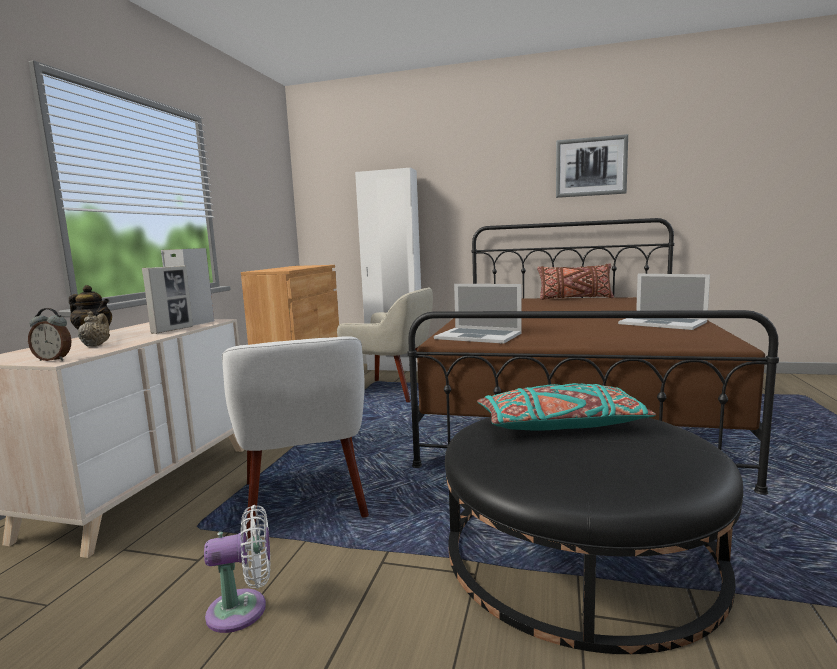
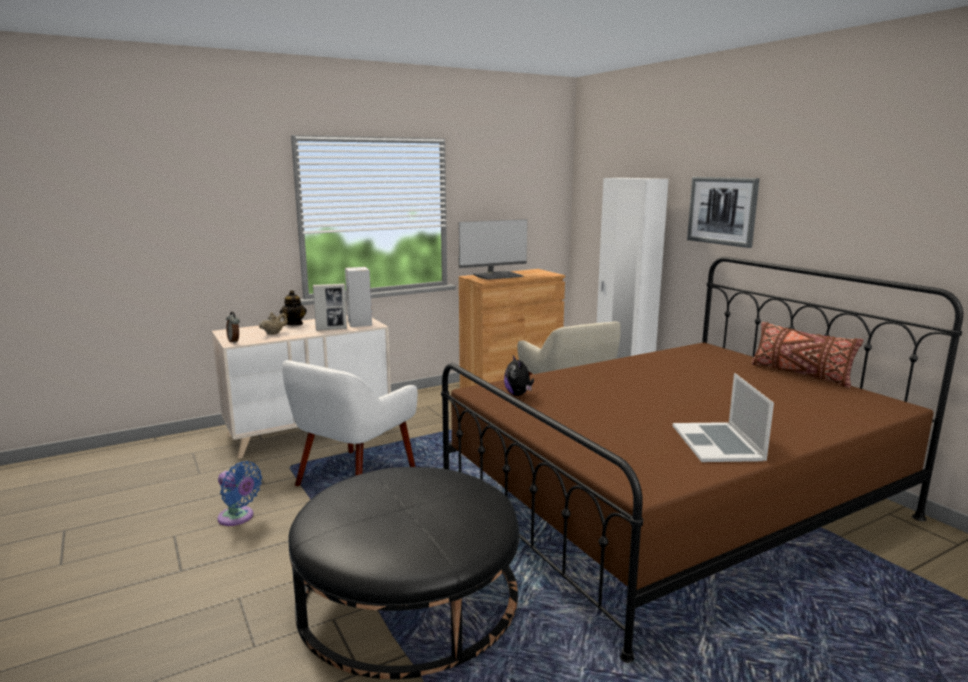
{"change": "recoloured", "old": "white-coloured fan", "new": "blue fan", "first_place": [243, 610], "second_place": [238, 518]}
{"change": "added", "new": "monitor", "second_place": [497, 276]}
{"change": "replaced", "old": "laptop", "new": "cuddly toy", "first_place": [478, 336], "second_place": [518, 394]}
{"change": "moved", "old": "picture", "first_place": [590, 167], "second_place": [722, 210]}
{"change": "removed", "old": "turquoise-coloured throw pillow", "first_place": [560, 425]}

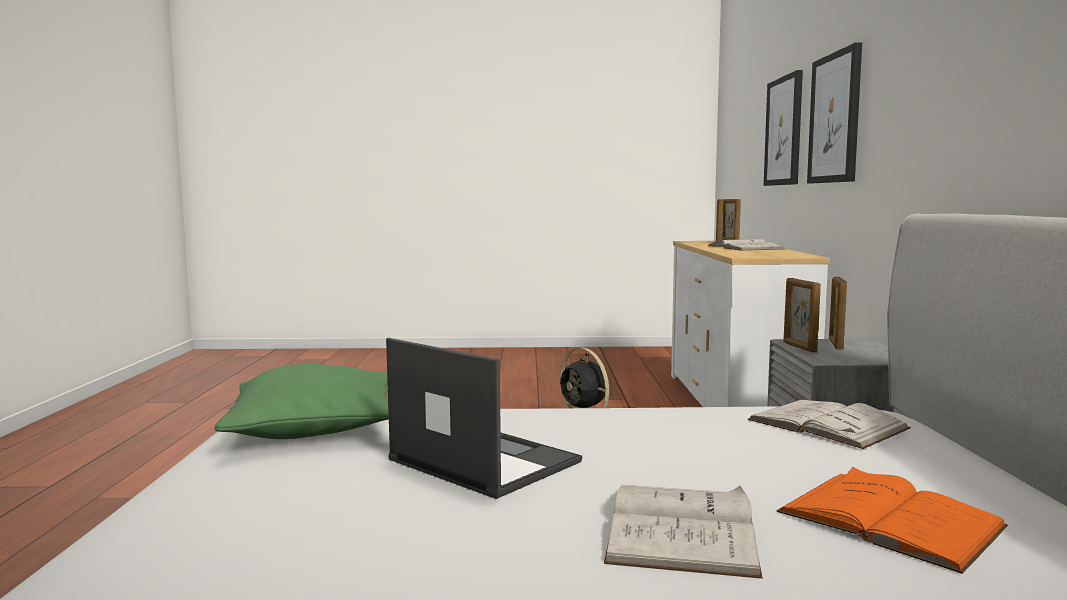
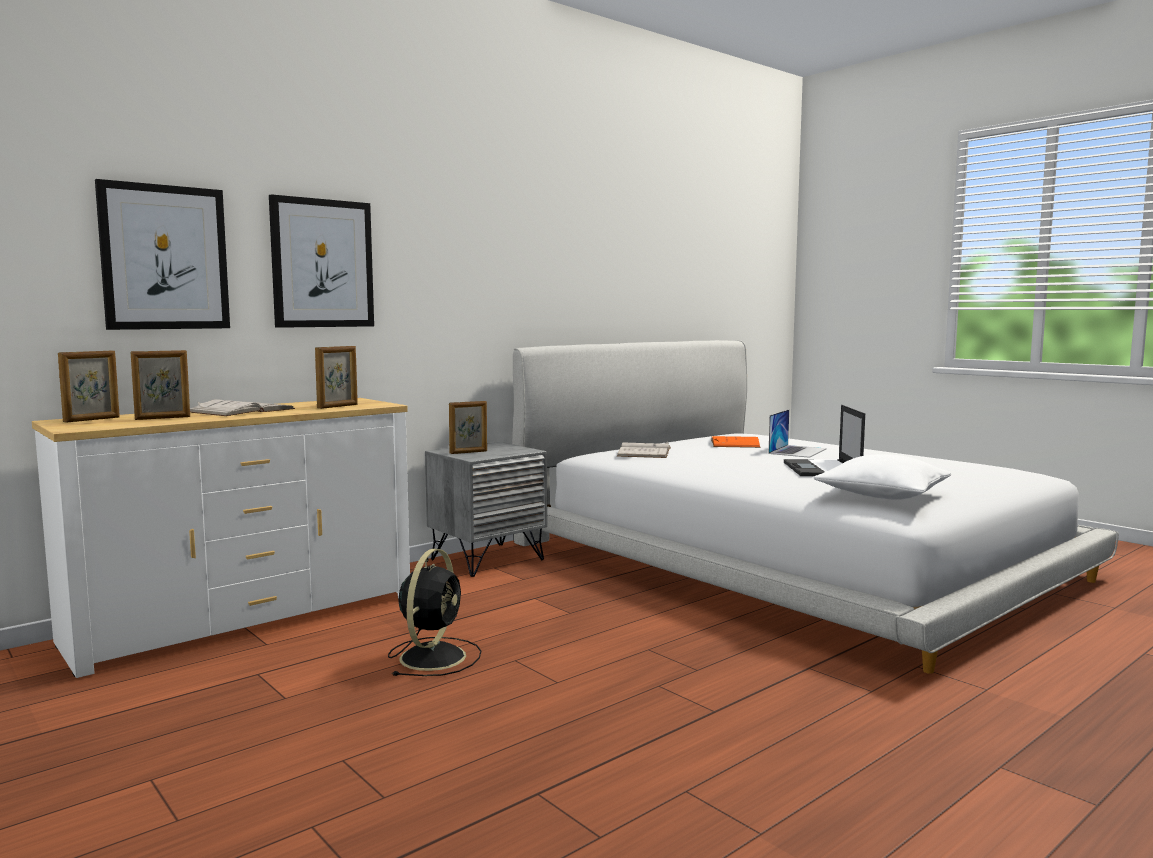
{"change": "moved", "old": "standing frame", "first_place": [799, 347], "second_place": [338, 406]}
{"change": "replaced", "old": "white-coloured volume", "new": "laptop", "first_place": [681, 528], "second_place": [797, 451]}
{"change": "recoloured", "old": "greenish throw pillow", "new": "white-coloured throw pillow", "first_place": [314, 428], "second_place": [882, 495]}

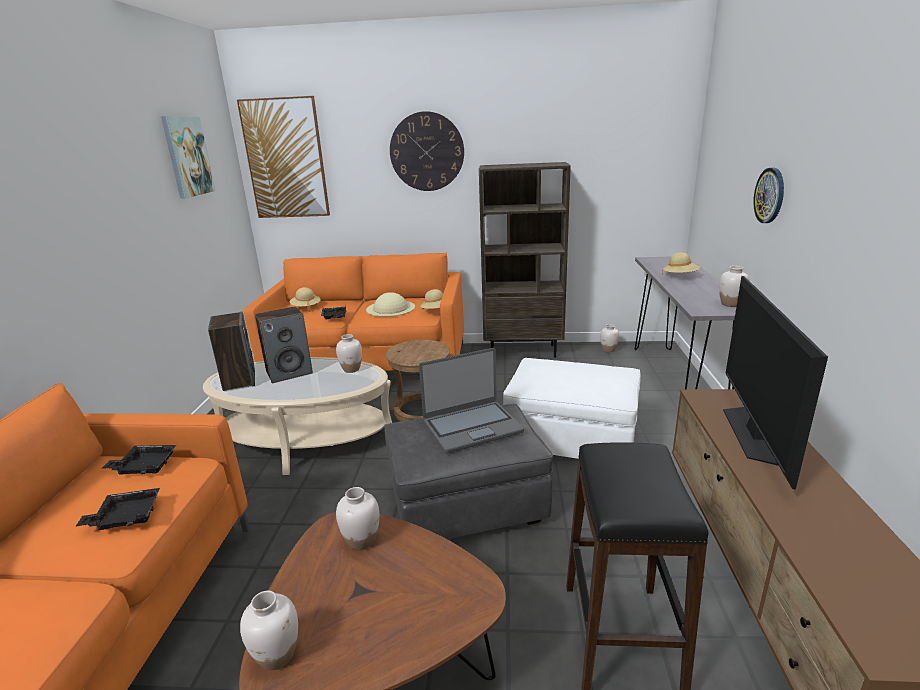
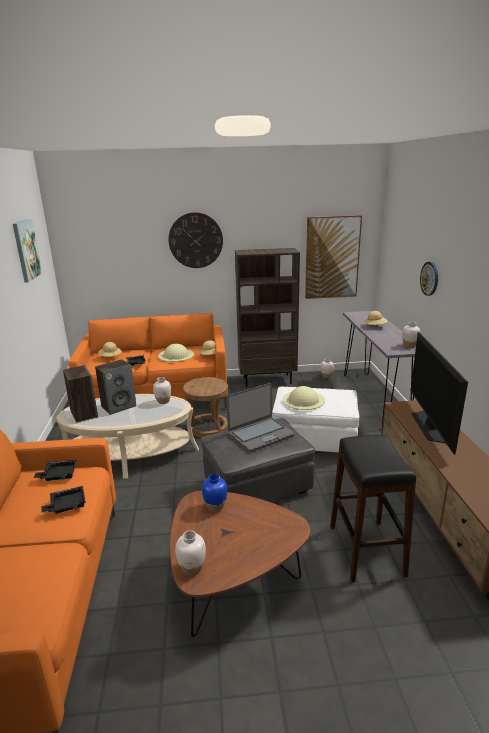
{"change": "recoloured", "old": "white-coloured vase", "new": "blue vase", "first_place": [361, 541], "second_place": [215, 506]}
{"change": "added", "new": "sand-coloured wearable hat", "second_place": [303, 400]}
{"change": "moved", "old": "picture", "first_place": [285, 159], "second_place": [332, 257]}

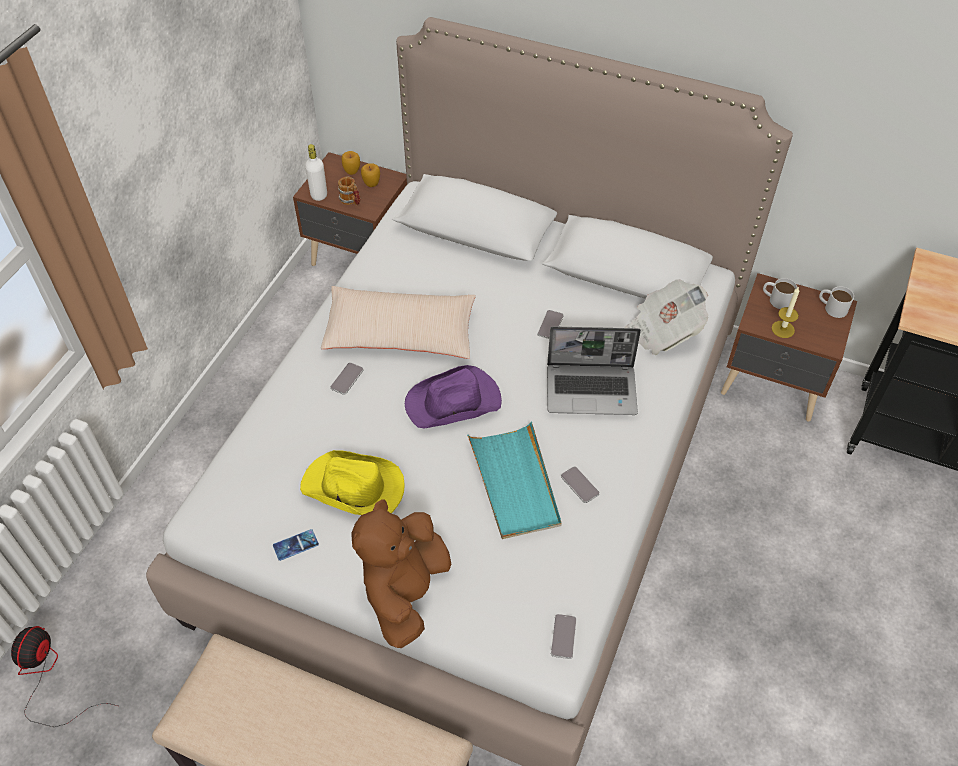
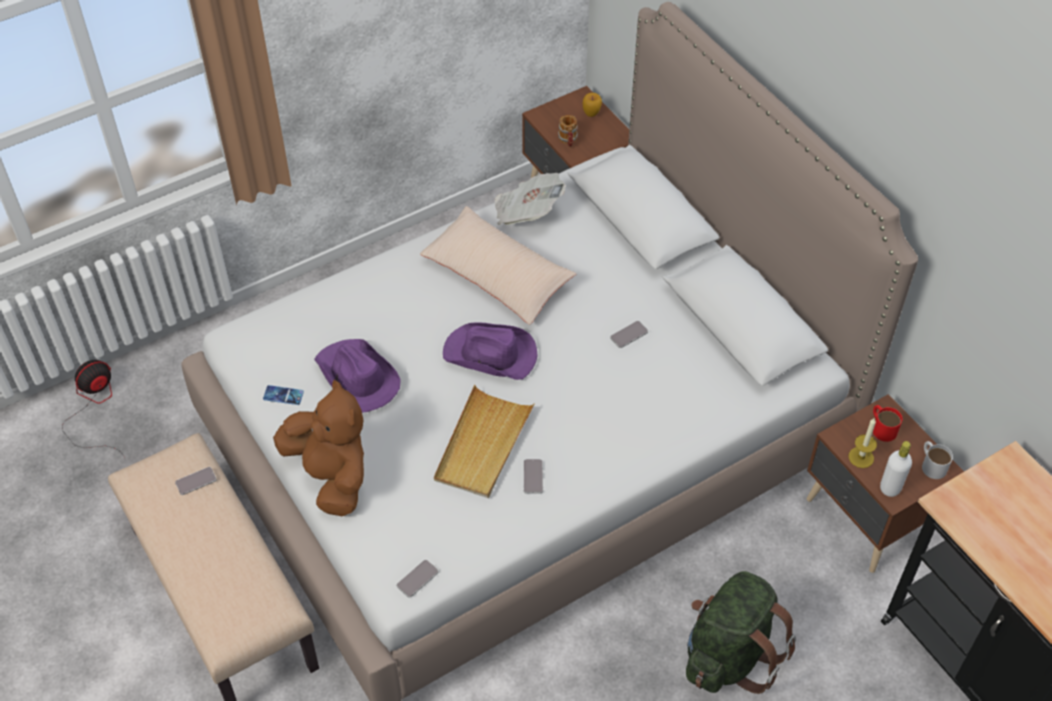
{"change": "moved", "old": "handset", "first_place": [347, 379], "second_place": [196, 481]}
{"change": "turned", "old": "brownish cuddly toy", "first_place": [405, 592], "second_place": [331, 476], "degrees": 90}
{"change": "recoloured", "old": "yellow-coloured wearable hat", "new": "purple-coloured wearable hat", "first_place": [354, 488], "second_place": [357, 377]}
{"change": "recoloured", "old": "turquoise-coloured serving tray", "new": "sand-coloured serving tray", "first_place": [515, 483], "second_place": [483, 445]}
{"change": "moved", "old": "newspaper", "first_place": [662, 330], "second_place": [527, 212]}
{"change": "added", "new": "greenish backpack", "second_place": [729, 655]}
{"change": "recoloured", "old": "white-coloured mug", "new": "red mug", "first_place": [776, 299], "second_place": [882, 427]}
{"change": "moved", "old": "white-coloured beverage bottle", "first_place": [319, 195], "second_place": [890, 488]}
{"change": "removed", "old": "whole apple", "first_place": [371, 183]}
{"change": "removed", "old": "laptop", "first_place": [592, 390]}

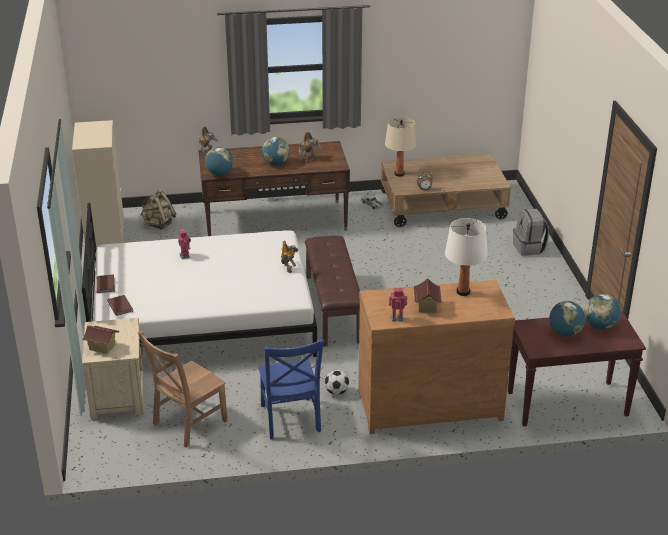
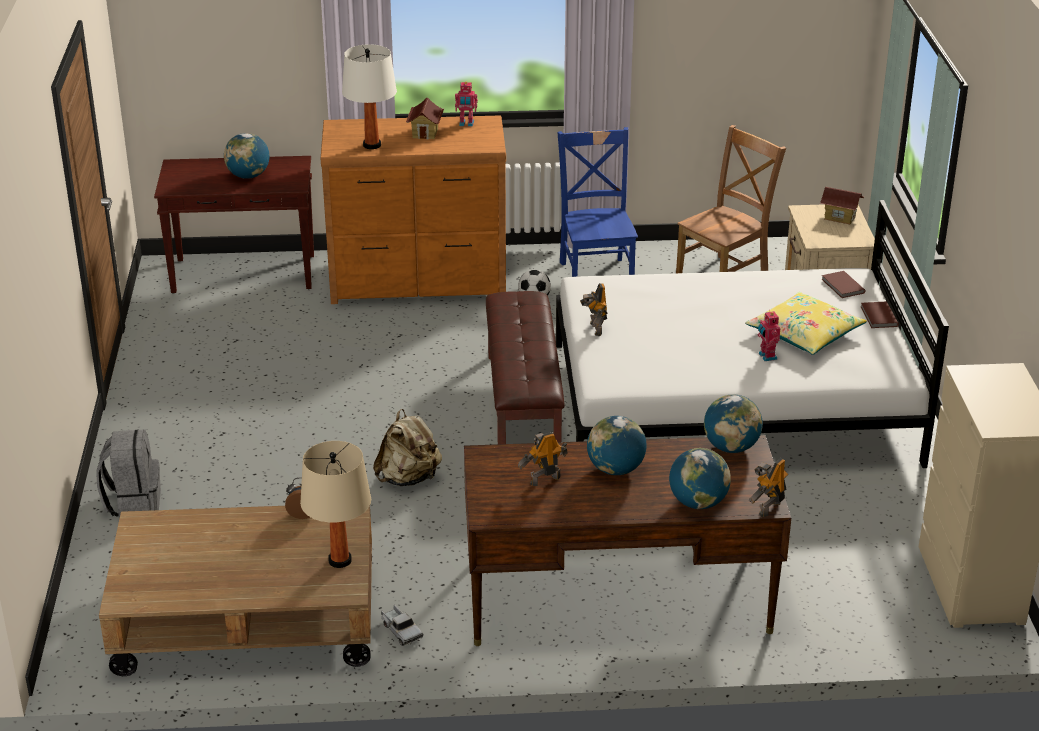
{"change": "moved", "old": "sand-coloured backpack", "first_place": [158, 225], "second_place": [408, 478]}
{"change": "moved", "old": "globe", "first_place": [600, 326], "second_place": [698, 503]}
{"change": "added", "new": "yellow-coloured throw pillow", "second_place": [804, 334]}

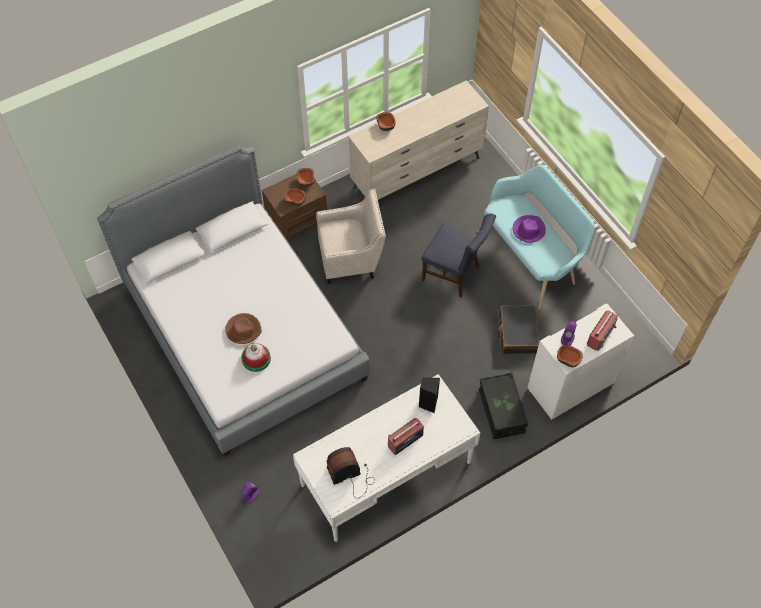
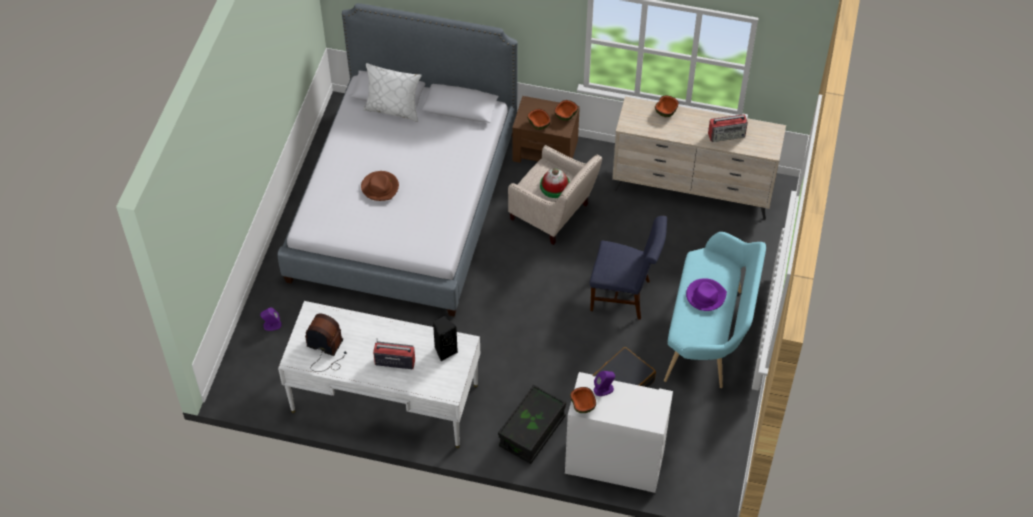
{"change": "added", "new": "white-coloured throw pillow", "second_place": [393, 109]}
{"change": "moved", "old": "wearable hat", "first_place": [256, 358], "second_place": [554, 186]}
{"change": "turned", "old": "blue plain chair", "first_place": [454, 274], "second_place": [624, 295], "degrees": -60}
{"change": "moved", "old": "radio", "first_place": [600, 335], "second_place": [727, 135]}

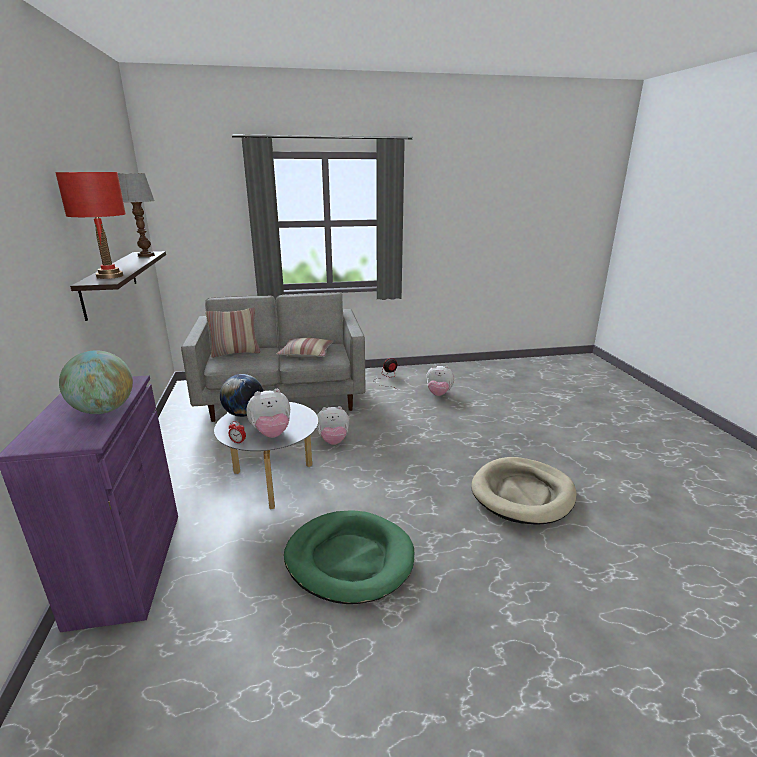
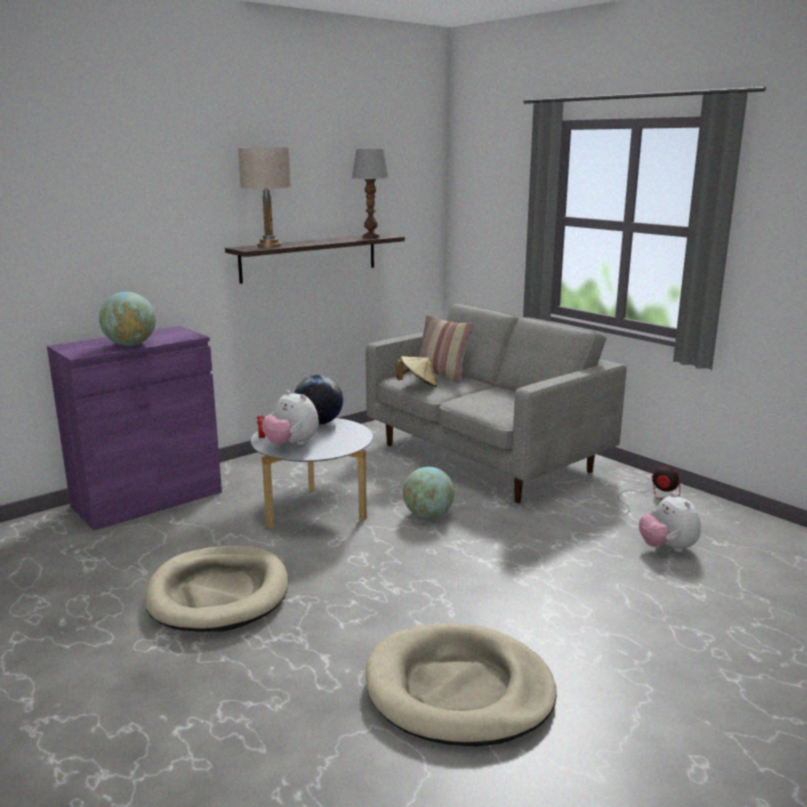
{"change": "recoloured", "old": "greenish dog bed", "new": "sand-coloured dog bed", "first_place": [349, 559], "second_place": [219, 593]}
{"change": "recoloured", "old": "red lamp for a table", "new": "sand-coloured lamp for a table", "first_place": [110, 276], "second_place": [269, 246]}
{"change": "added", "new": "sand-coloured wearable hat", "second_place": [418, 386]}
{"change": "replaced", "old": "cuddly toy", "new": "globe", "first_place": [333, 441], "second_place": [428, 515]}
{"change": "removed", "old": "throw pillow", "first_place": [306, 354]}

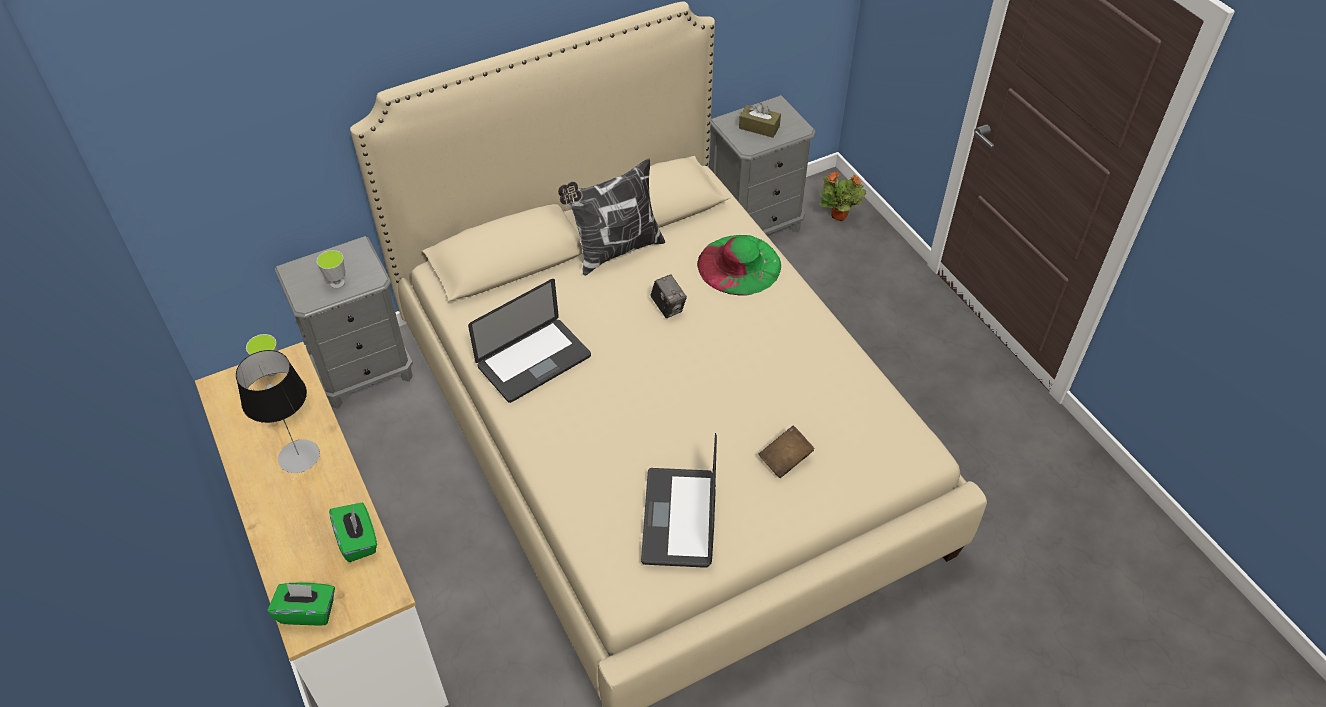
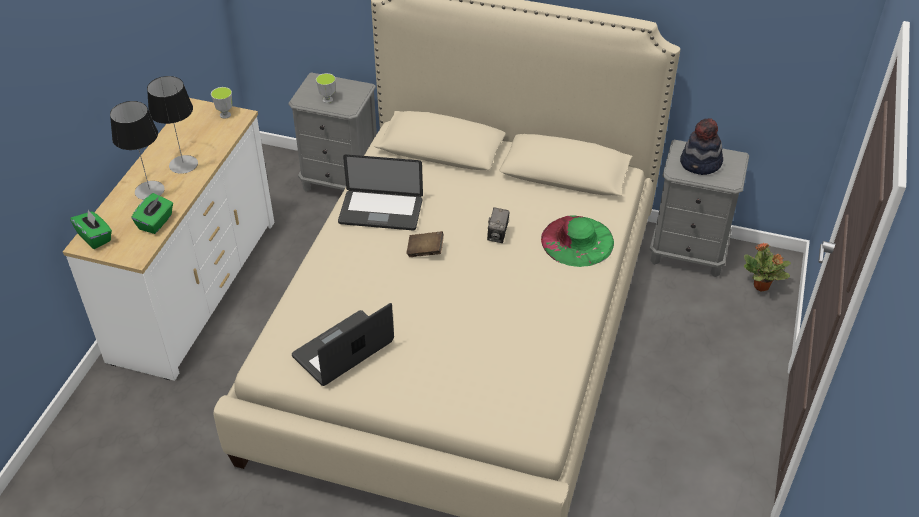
{"change": "added", "new": "lamp for a table", "second_place": [149, 190]}
{"change": "moved", "old": "brownish volume", "first_place": [785, 459], "second_place": [425, 251]}
{"change": "replaced", "old": "brownish tissue box", "new": "wearable hat", "first_place": [759, 127], "second_place": [701, 164]}
{"change": "removed", "old": "throw pillow", "first_place": [615, 250]}

